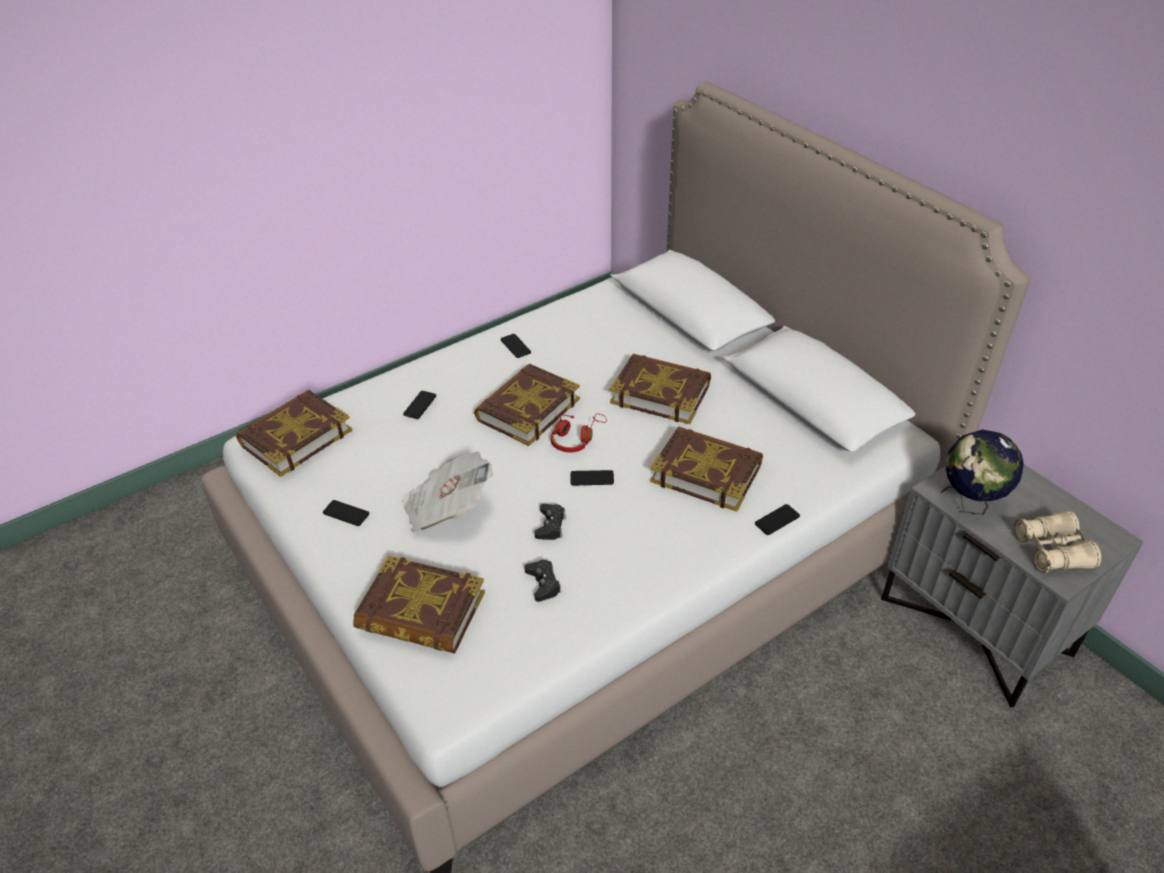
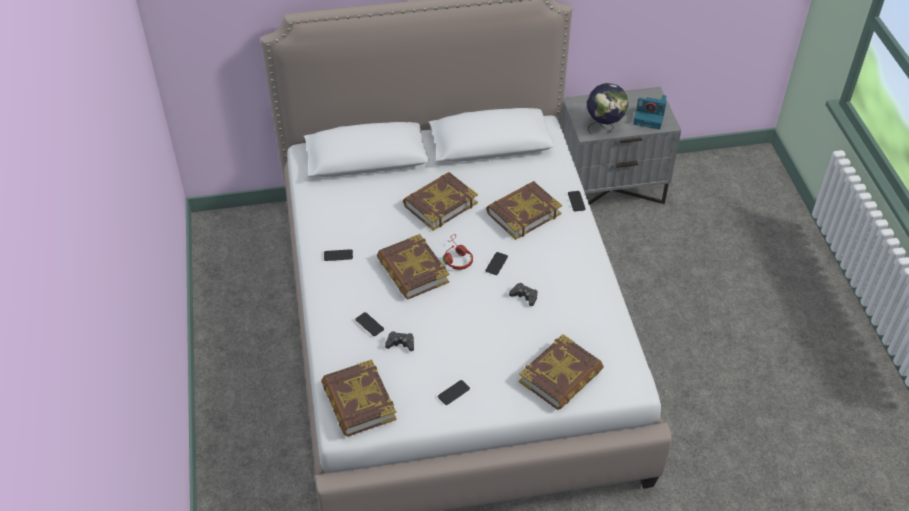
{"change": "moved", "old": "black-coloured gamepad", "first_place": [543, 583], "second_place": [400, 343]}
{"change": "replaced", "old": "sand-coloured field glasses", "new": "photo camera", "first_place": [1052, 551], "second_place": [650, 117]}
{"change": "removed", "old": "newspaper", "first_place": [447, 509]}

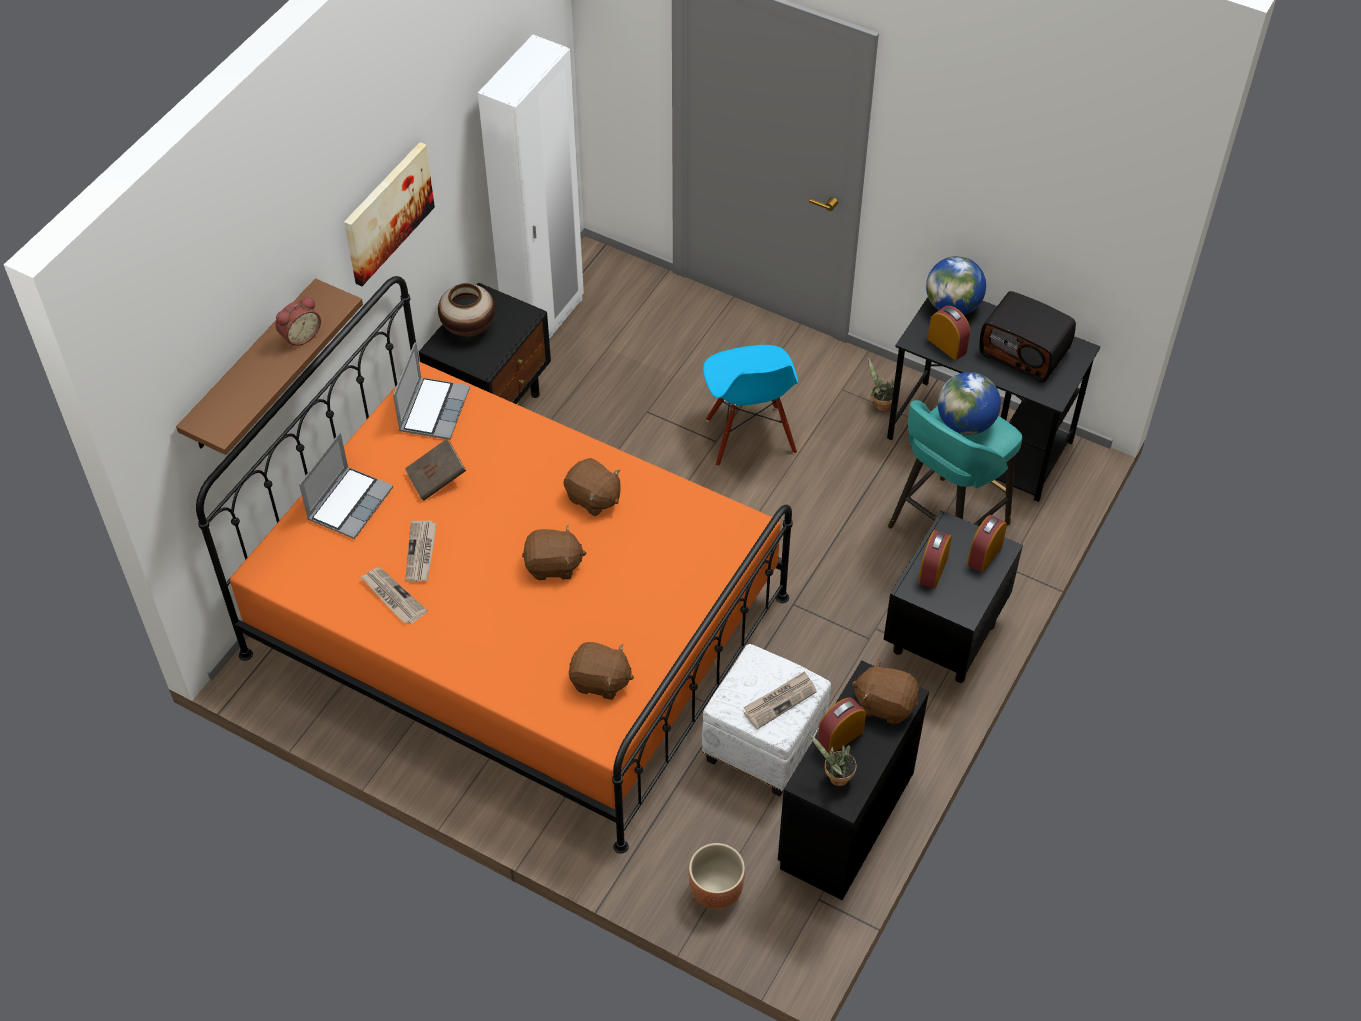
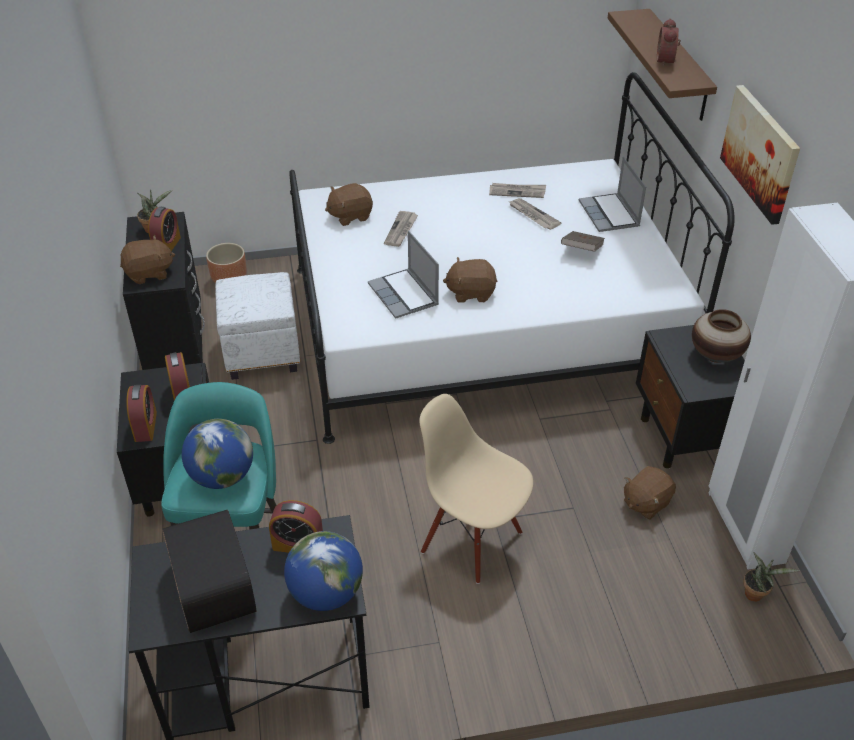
{"change": "turned", "old": "radio", "first_place": [1025, 352], "second_place": [211, 588], "degrees": 75}
{"change": "recoloured", "old": "orange bed", "new": "white-coloured bed", "first_place": [517, 626], "second_place": [482, 326]}
{"change": "moved", "old": "laptop", "first_place": [433, 409], "second_place": [404, 295]}
{"change": "moved", "old": "newspaper", "first_place": [779, 701], "second_place": [401, 230]}
{"change": "recoloured", "old": "blue plain chair", "new": "sand-coloured plain chair", "first_place": [749, 436], "second_place": [472, 541]}
{"change": "moved", "old": "brownish cuddly toy", "first_place": [553, 565], "second_place": [645, 503]}
{"change": "moved", "old": "plant in a pot", "first_place": [880, 405], "second_place": [756, 594]}

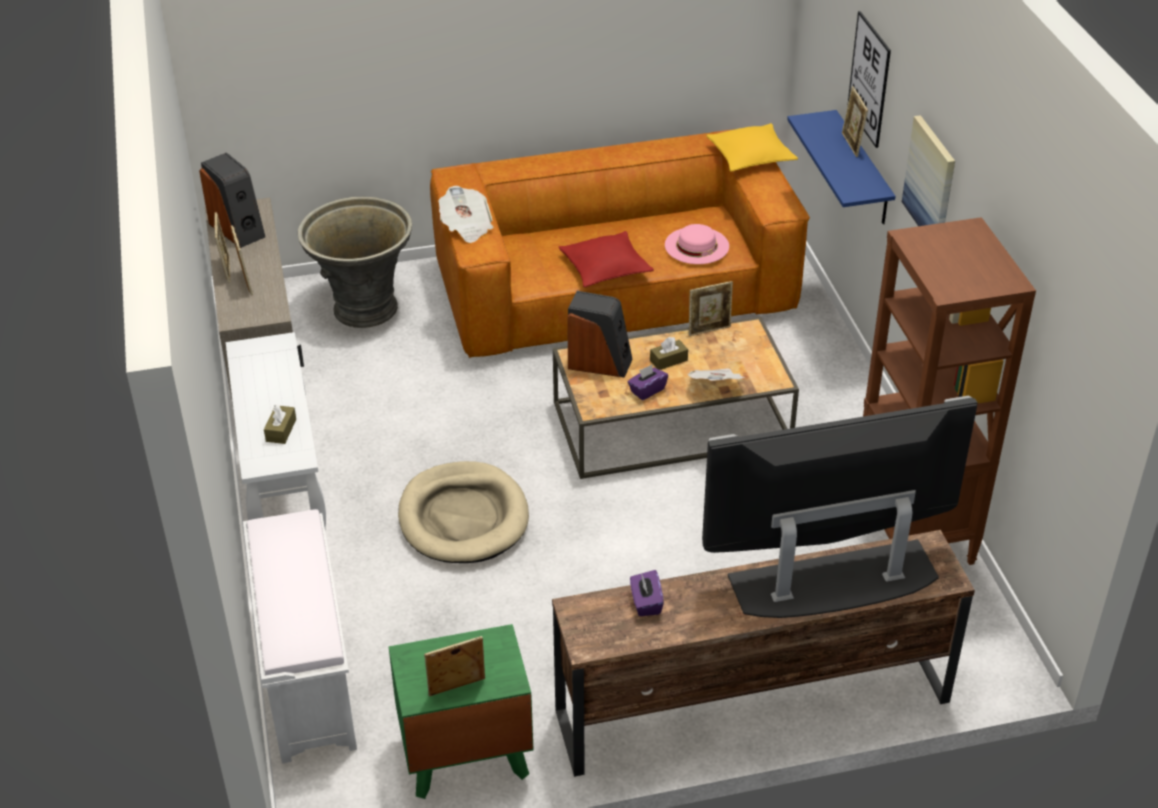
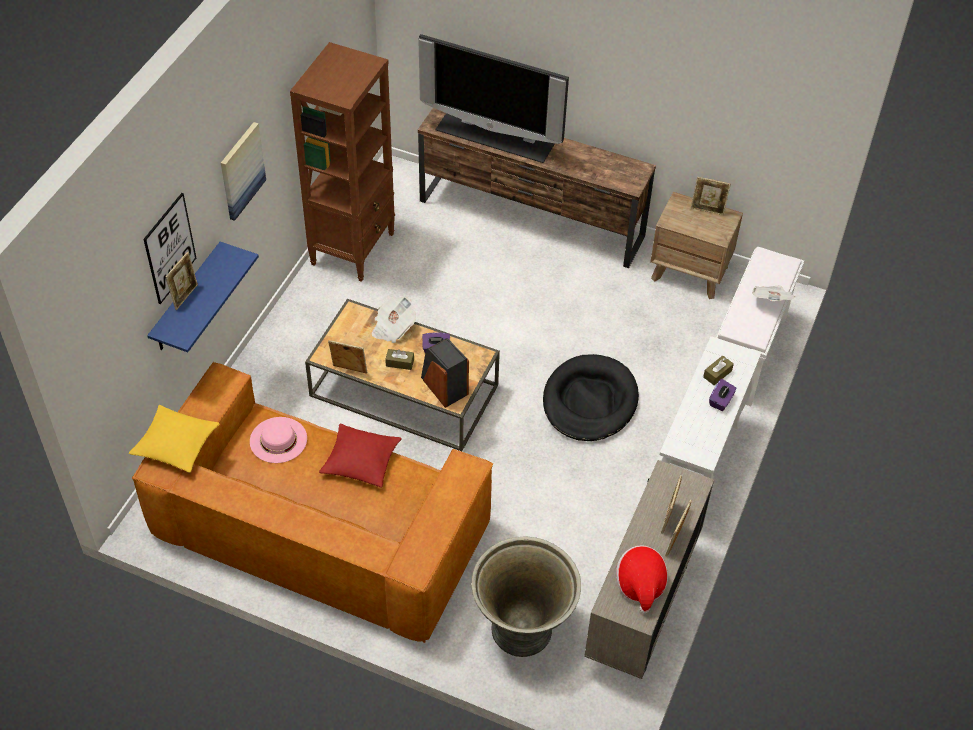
{"change": "recoloured", "old": "sand-coloured dog bed", "new": "black-coloured dog bed", "first_place": [463, 517], "second_place": [589, 401]}
{"change": "replaced", "old": "audio speaker", "new": "wearable hat", "first_place": [238, 229], "second_place": [640, 585]}
{"change": "recoloured", "old": "greenish bedside table", "new": "brownish bedside table", "first_place": [465, 754], "second_place": [690, 273]}
{"change": "moved", "old": "purple-coloured tissue box", "first_place": [646, 603], "second_place": [721, 401]}
{"change": "moved", "old": "newspaper", "first_place": [466, 227], "second_place": [771, 301]}

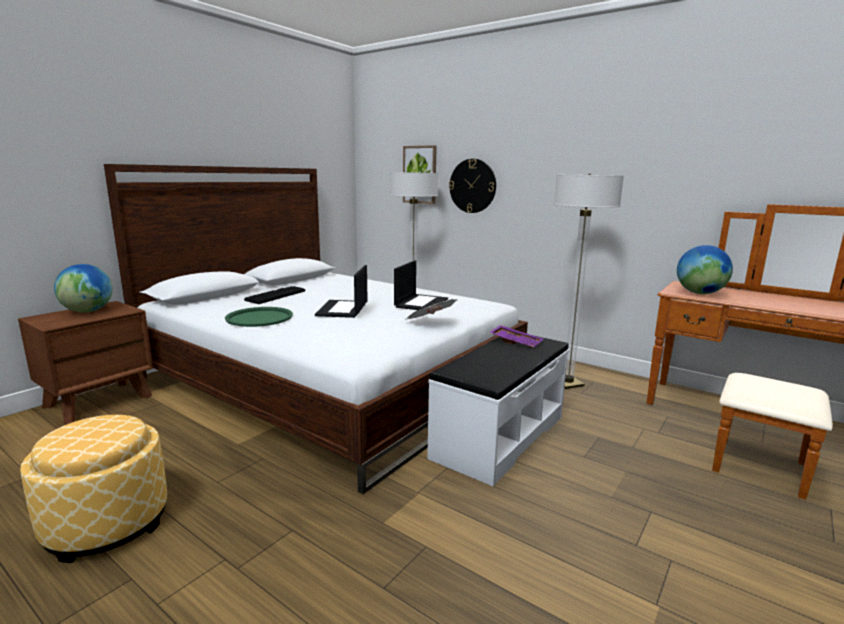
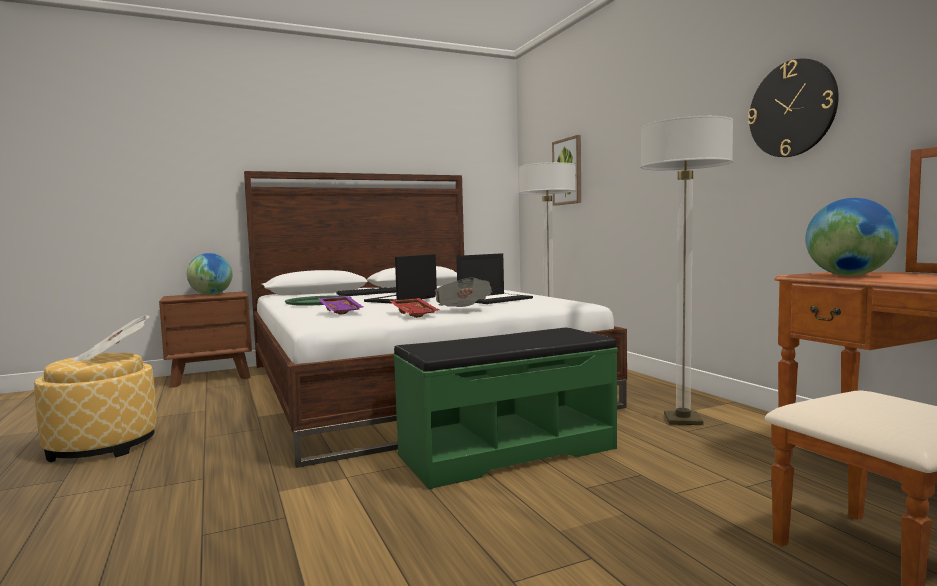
{"change": "added", "new": "newspaper", "second_place": [113, 357]}
{"change": "moved", "old": "purple-coloured serving tray", "first_place": [516, 342], "second_place": [342, 311]}
{"change": "added", "new": "red serving tray", "second_place": [415, 314]}
{"change": "recoloured", "old": "white-coloured bench", "new": "greenish bench", "first_place": [498, 436], "second_place": [506, 451]}
{"change": "moved", "old": "clock on the wall", "first_place": [472, 186], "second_place": [792, 109]}

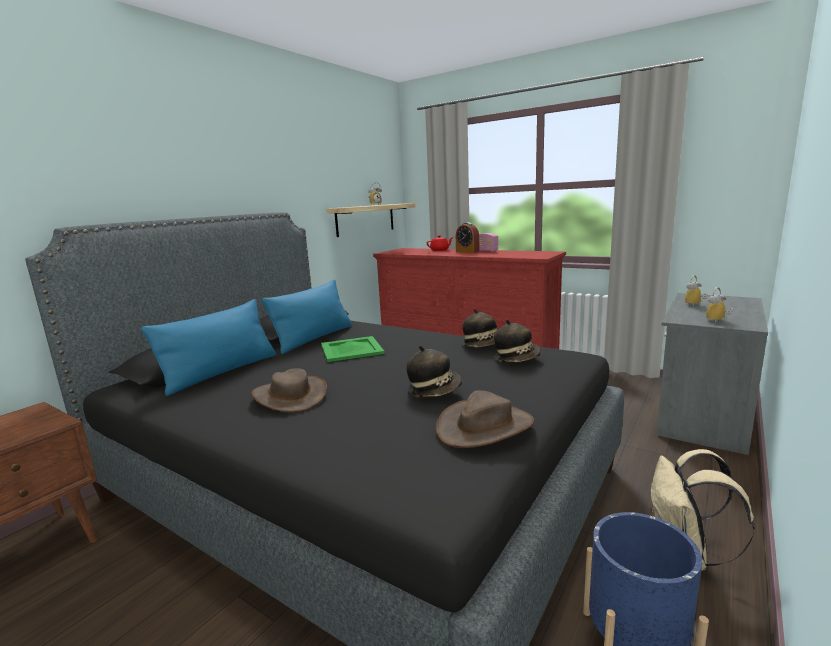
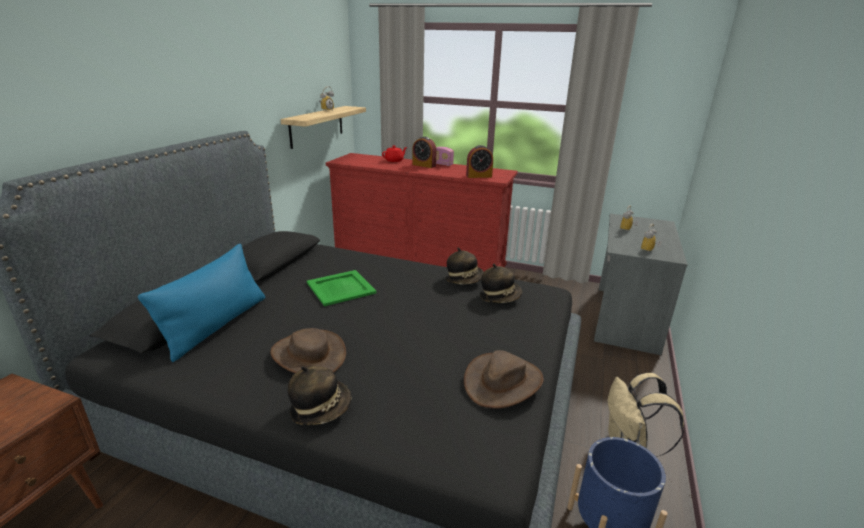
{"change": "moved", "old": "wearable hat", "first_place": [434, 391], "second_place": [321, 408]}
{"change": "added", "new": "alarm clock", "second_place": [479, 176]}
{"change": "removed", "old": "blue throw pillow", "first_place": [314, 338]}

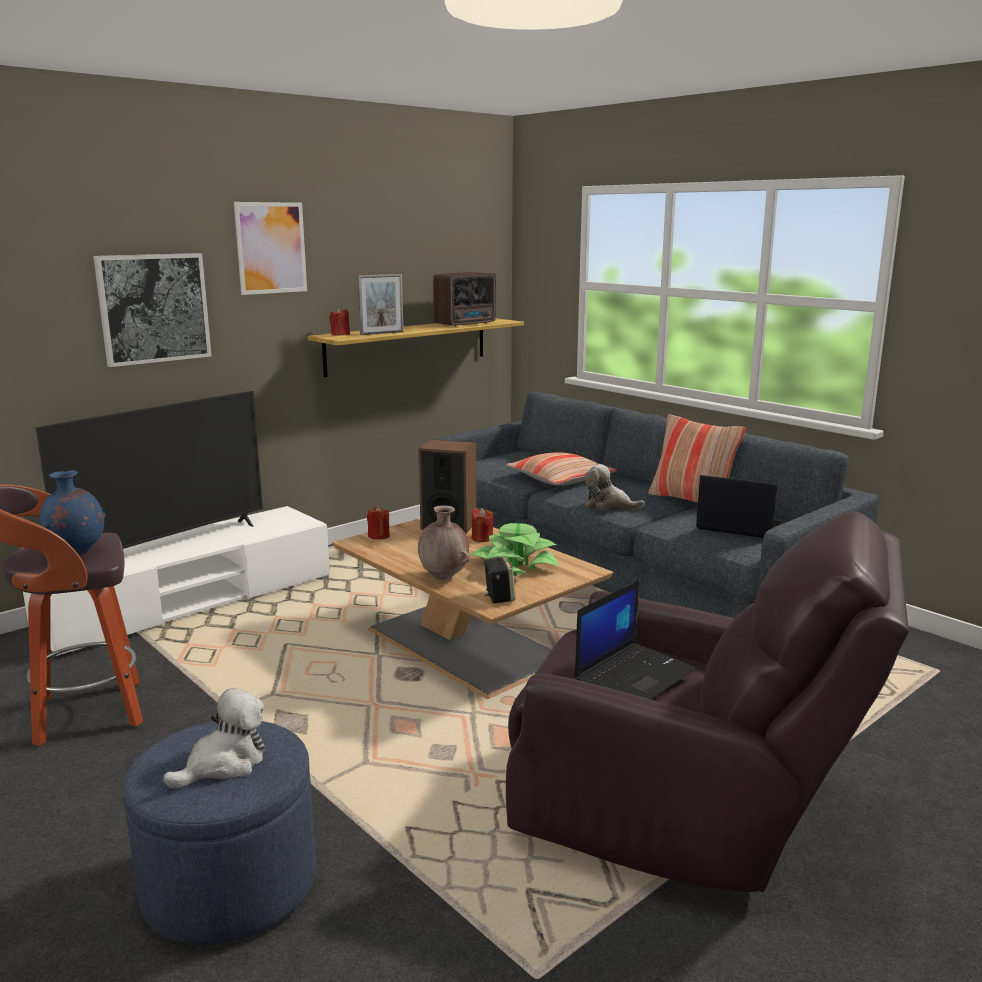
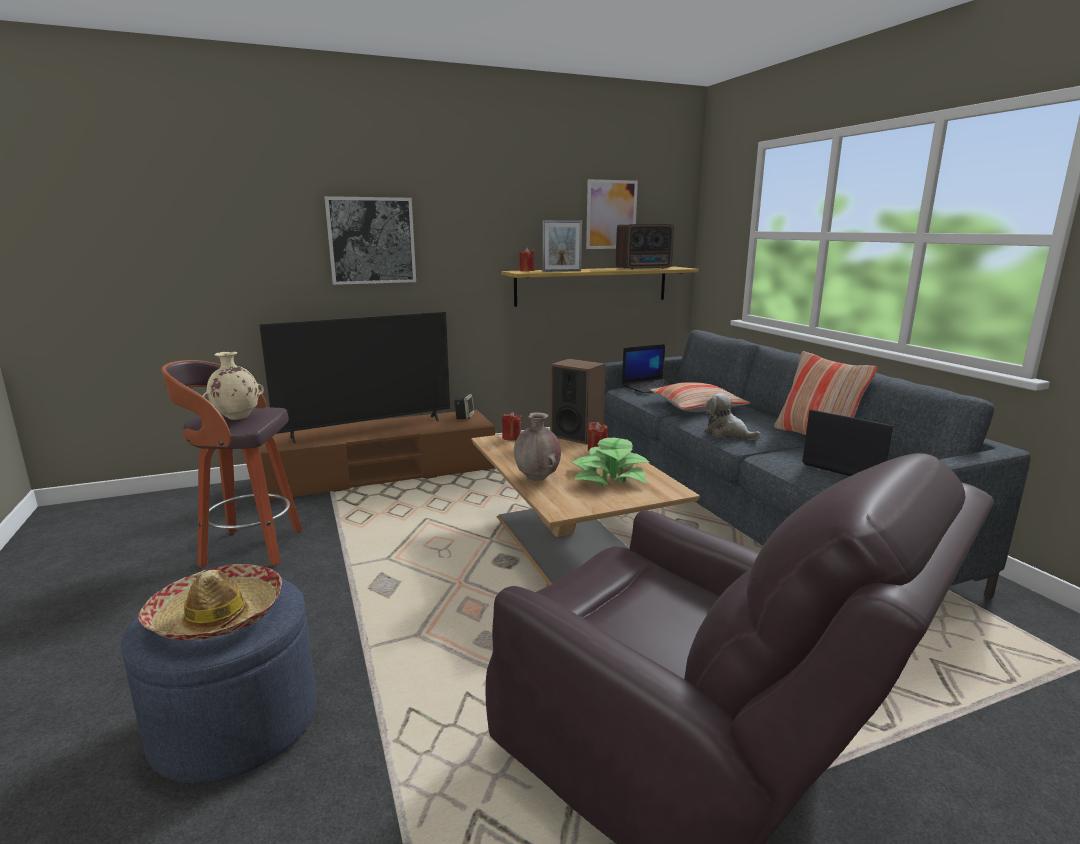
{"change": "replaced", "old": "cuddly toy", "new": "wearable hat", "first_place": [224, 764], "second_place": [217, 615]}
{"change": "recoloured", "old": "blue vase", "new": "sand-coloured vase", "first_place": [77, 552], "second_place": [237, 418]}
{"change": "recoloured", "old": "white-coloured media console", "new": "brownish media console", "first_place": [189, 601], "second_place": [382, 474]}
{"change": "moved", "old": "audio speaker", "first_place": [498, 597], "second_place": [464, 417]}
{"change": "moved", "old": "picture", "first_place": [271, 248], "second_place": [611, 214]}
{"change": "moved", "old": "laptop", "first_place": [634, 674], "second_place": [653, 386]}

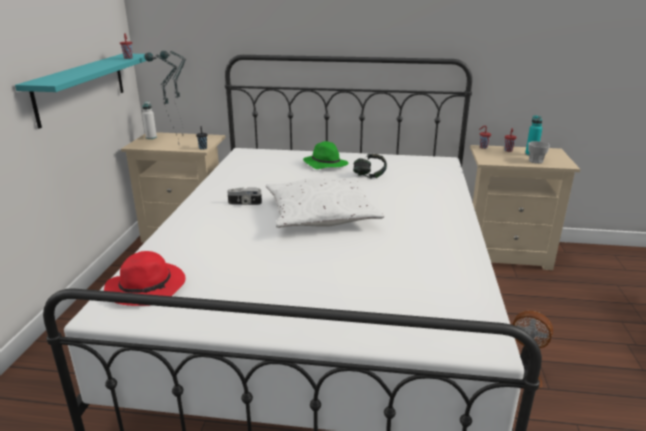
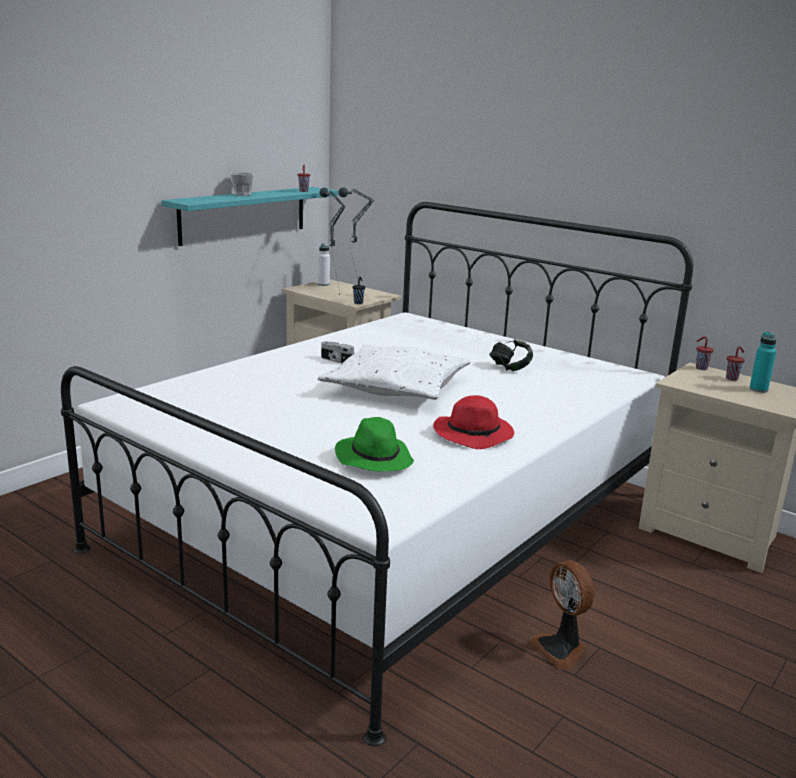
{"change": "moved", "old": "drinking cup", "first_place": [535, 161], "second_place": [242, 194]}
{"change": "moved", "old": "greenish wearable hat", "first_place": [325, 164], "second_place": [373, 459]}
{"change": "moved", "old": "red wearable hat", "first_place": [148, 287], "second_place": [474, 434]}

